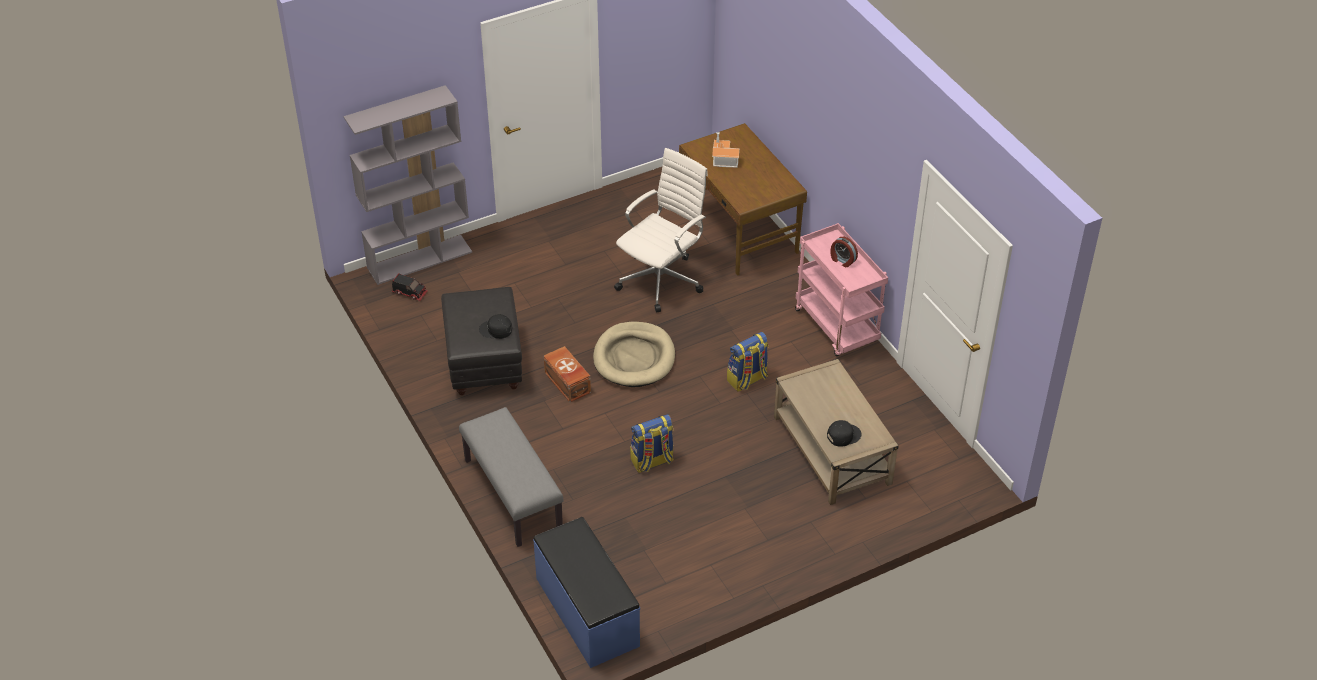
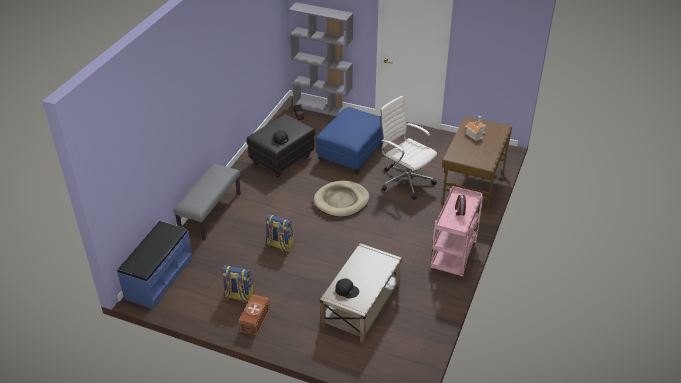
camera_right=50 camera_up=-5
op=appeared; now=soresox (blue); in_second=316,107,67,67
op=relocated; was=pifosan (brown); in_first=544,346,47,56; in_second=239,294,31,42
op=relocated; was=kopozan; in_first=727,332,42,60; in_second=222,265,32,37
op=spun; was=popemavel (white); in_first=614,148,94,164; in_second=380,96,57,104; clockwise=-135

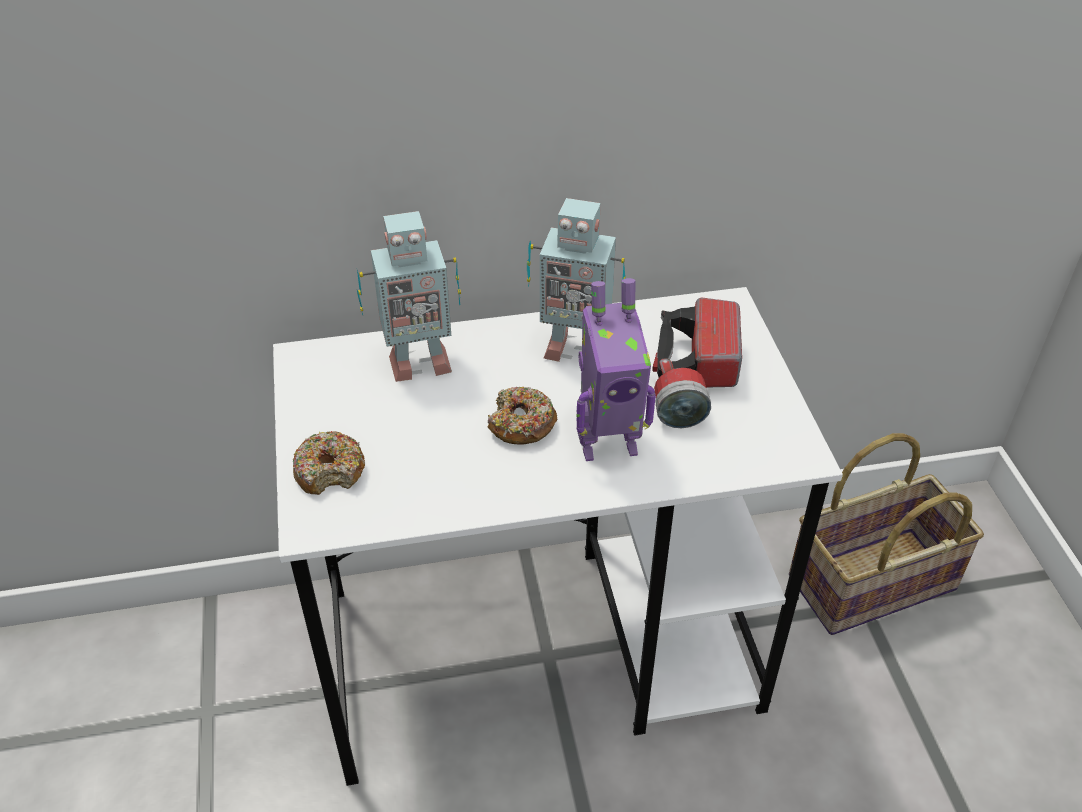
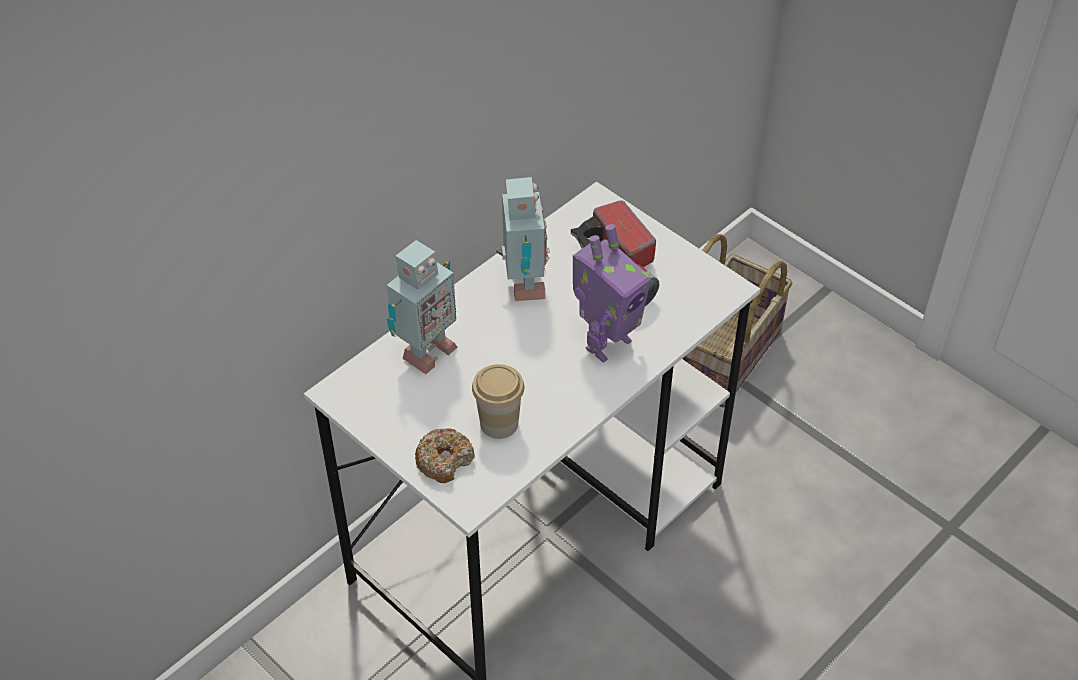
camera_right=-35 camera_up=5
op=missing; was=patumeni; in_first=488,387,69,57
op=appeared; now=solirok; in_second=472,364,52,75
op=spun; was=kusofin; in_first=527,198,99,164; in_second=496,177,54,124; clockwise=-75

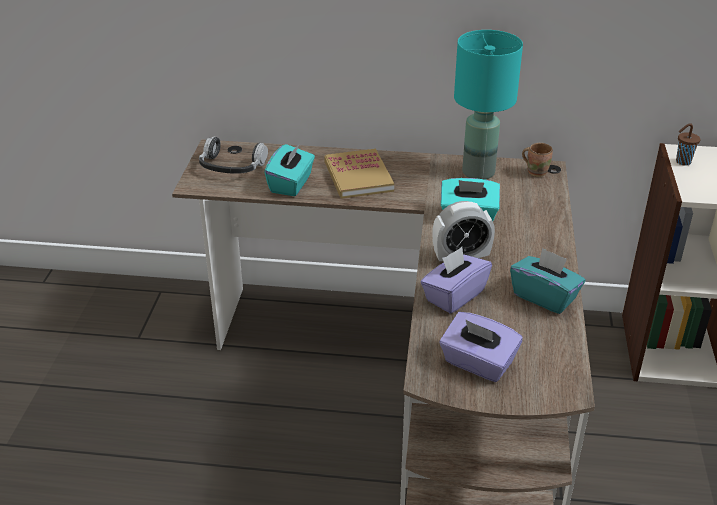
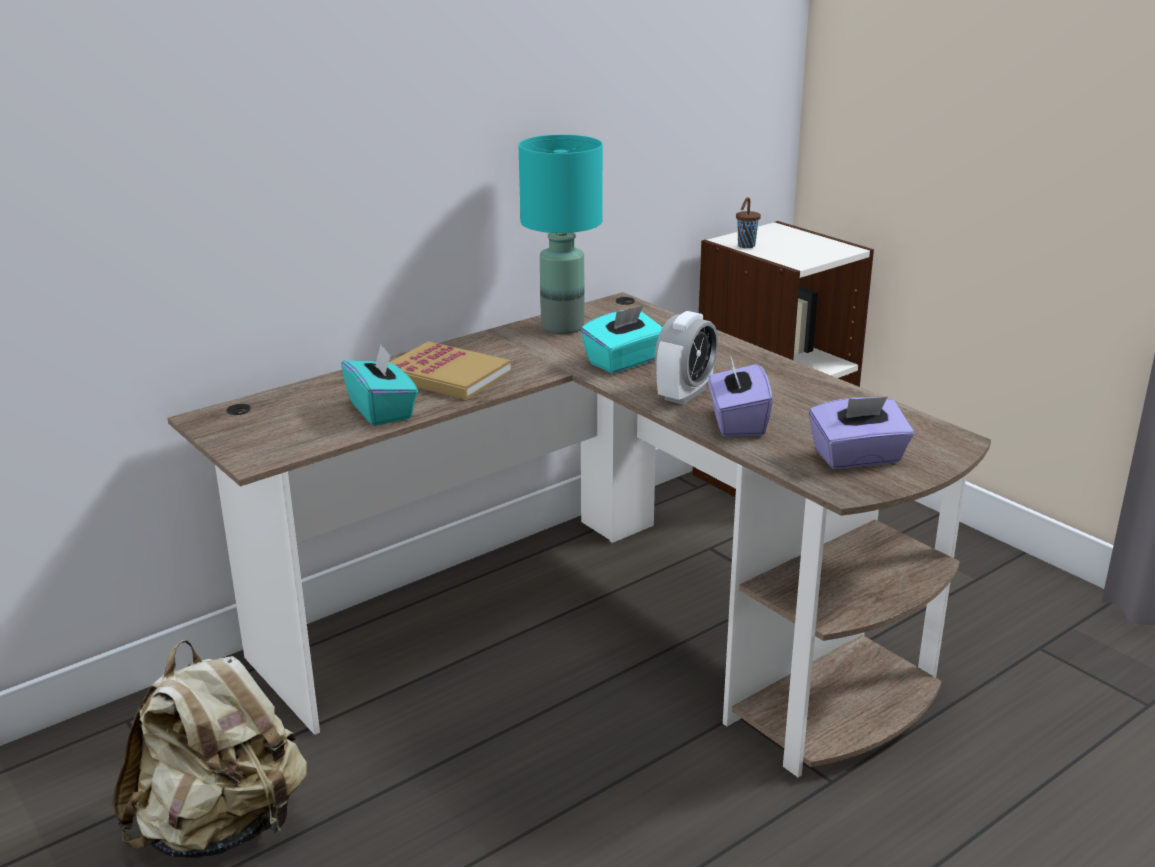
camera_right=-45 camera_up=-10
op=missing; was=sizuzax; in_first=199,137,69,37
op=missing; was=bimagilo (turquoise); in_first=510,248,75,66
op=missing; was=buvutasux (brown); in_first=522,143,31,34
op=appeared; now=kopozan (beige); in_second=112,640,195,218

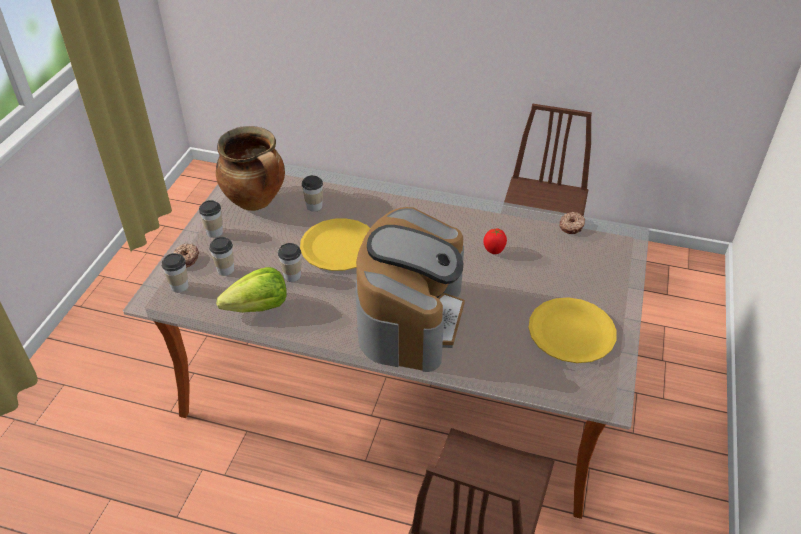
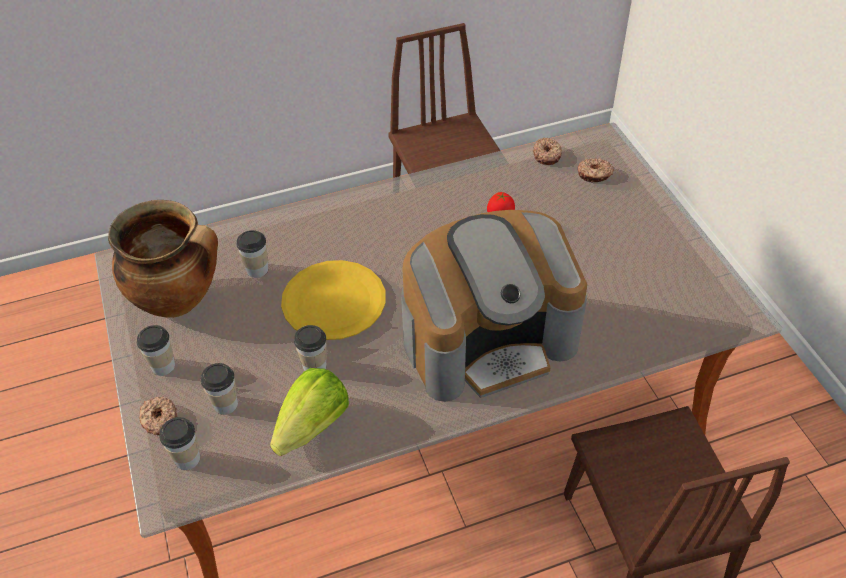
camera_right=-35 camera_up=5
op=missing; was=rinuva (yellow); in_first=528,298,89,65
op=appeared; now=patumeni; in_second=578,158,36,25
op=spun; was=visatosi; in_first=356,207,109,165; in_second=401,210,186,192; clockwise=90

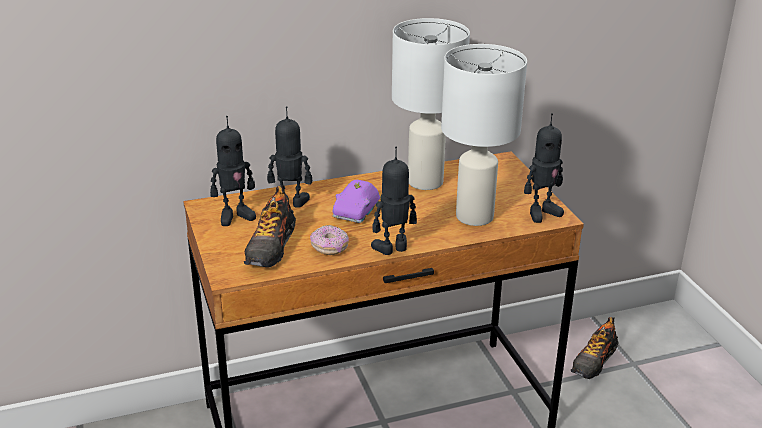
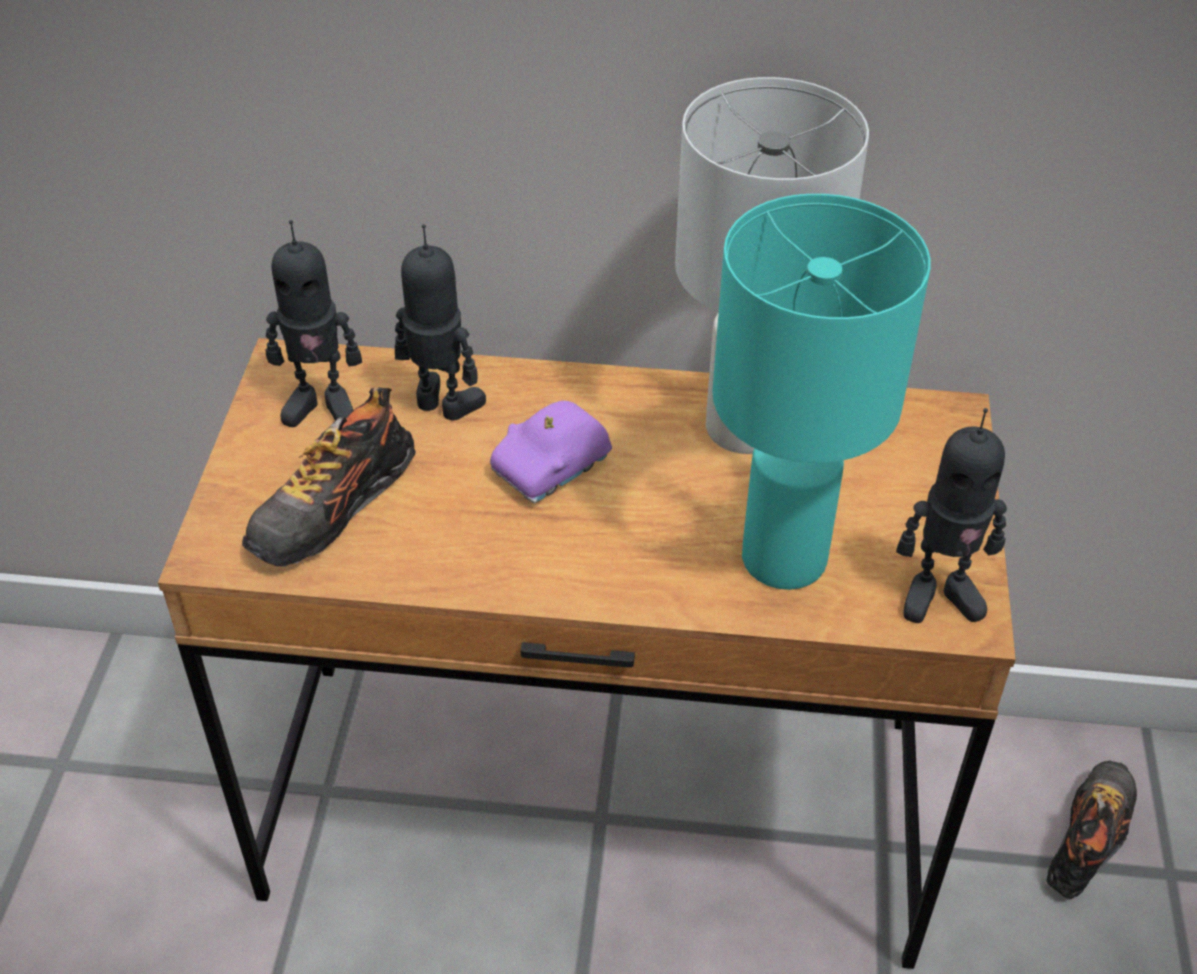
camera_right=25 camera_up=15
op=missing; was=patumeni; in_first=310,225,39,30
op=missing; was=kusofin; in_first=371,147,46,108
op=colour; was=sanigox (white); now=sanigox (turquoise); in_first=441,44,86,182; in_second=712,194,219,396
op=spun; was=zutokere; in_first=571,317,48,62; in_second=1046,760,91,139; clockwise=150

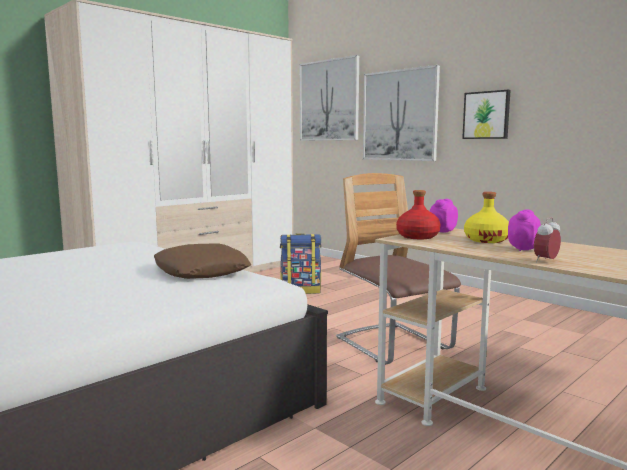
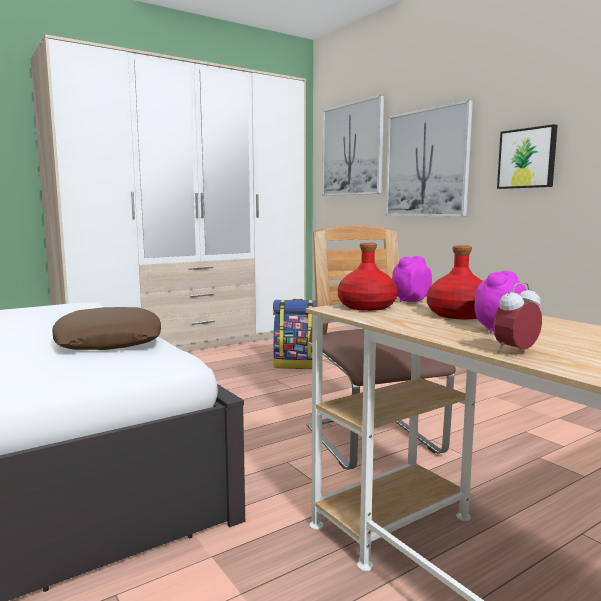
camera_right=10 camera_up=0
op=colour; was=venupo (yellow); now=venupo (red); in_first=464,192,45,51; in_second=427,245,56,74

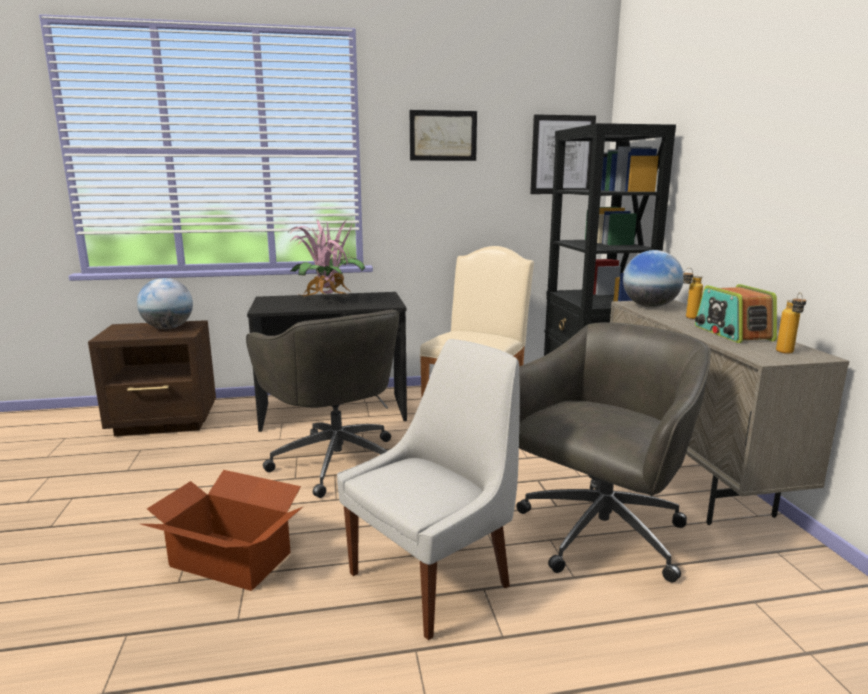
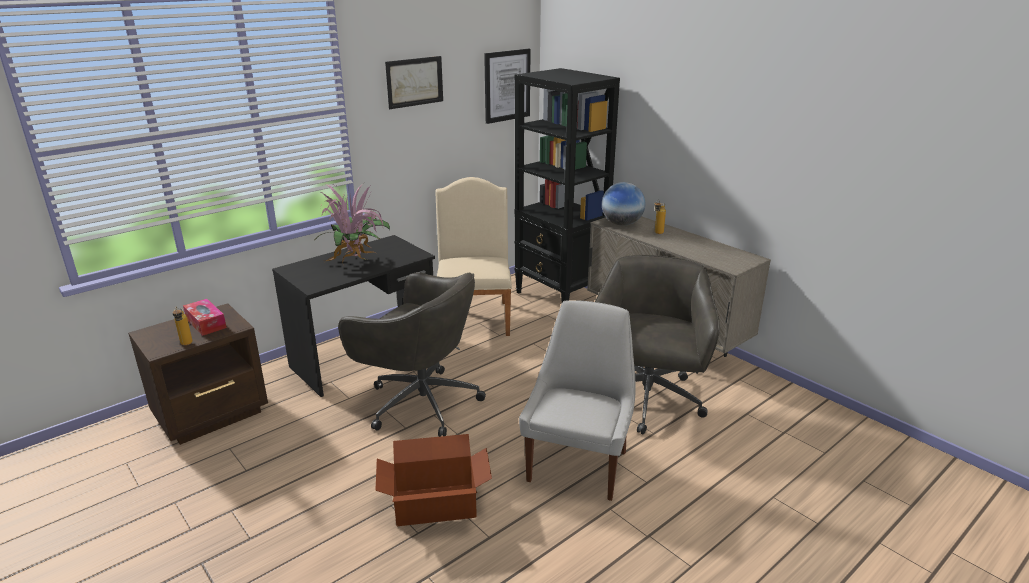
camera_right=-30 camera_up=10
op=missing; was=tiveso; in_first=695,284,82,59
op=relocated; was=venupo; in_first=776,292,30,62; in_second=172,307,21,38
op=exchanged; was=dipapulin; now=bimagilo; in_first=137,278,56,51; in_second=183,299,44,37

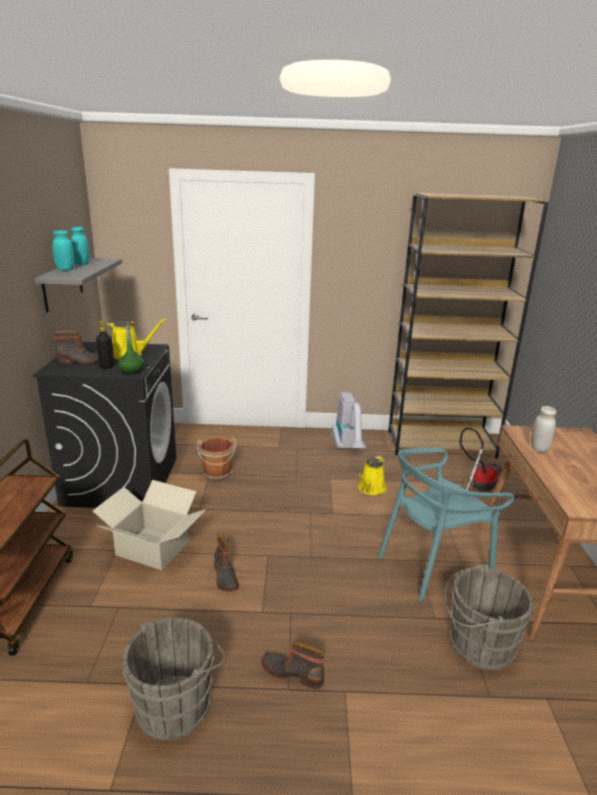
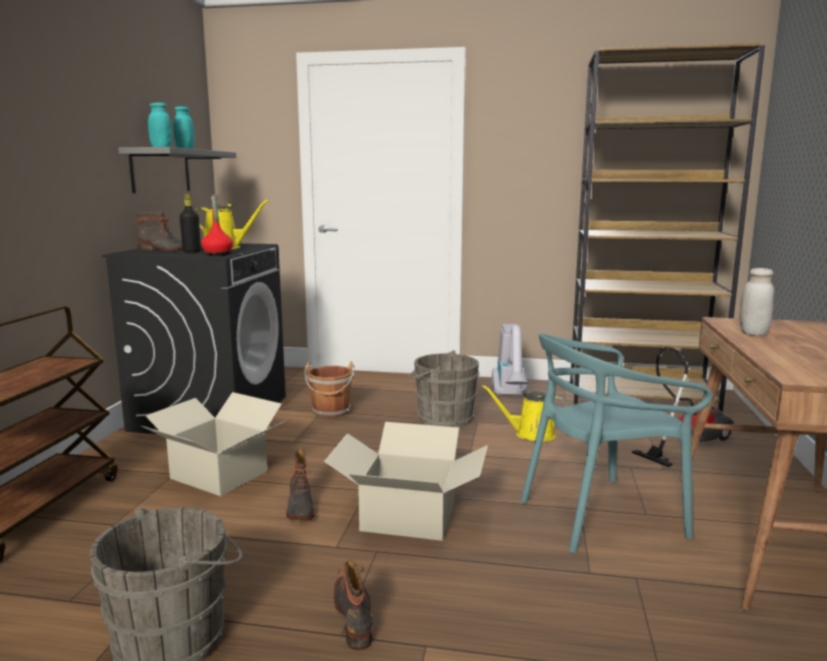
camera_right=10 camera_up=-10
op=appeared; now=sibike; in_second=324,422,164,119
op=relocated; was=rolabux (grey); in_first=444,564,89,106; in_second=407,350,73,77
op=colour; was=venupo (green); now=venupo (red); in_first=118,324,26,50; in_second=201,194,32,61
op=spun; was=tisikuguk; in_first=261,641,64,48; in_second=334,560,39,90; clockwise=45
op=spun; was=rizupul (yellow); in_first=357,455,29,40; in_second=481,385,86,57; clockwise=60

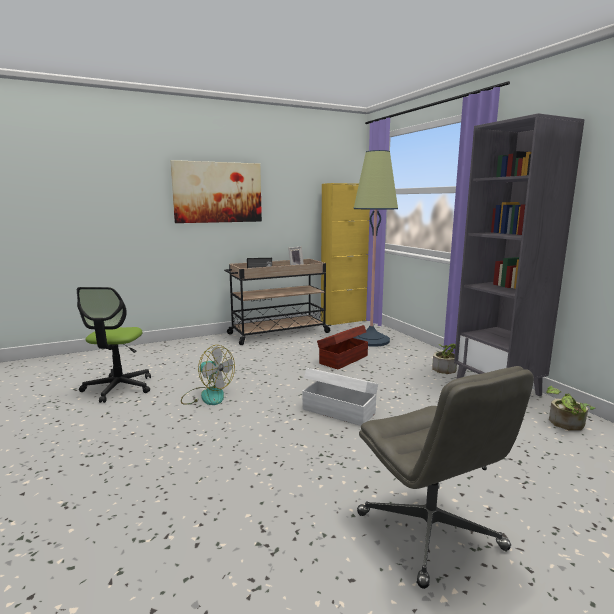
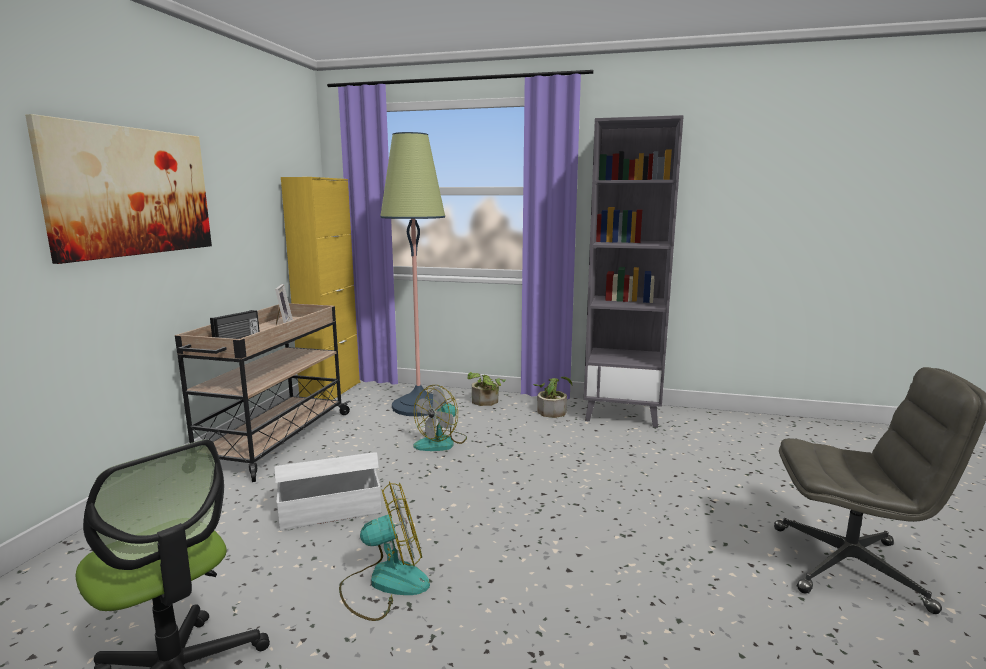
camera_right=-50 camera_up=0
op=relocated; was=pifosan (white); in_first=303,368,75,58; in_second=274,453,107,77
op=relocated; was=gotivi; in_first=546,386,49,45; in_second=467,372,39,34
op=exchanged; was=pifosan (brown); now=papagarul; in_first=317,325,51,44; in_second=414,385,53,66

